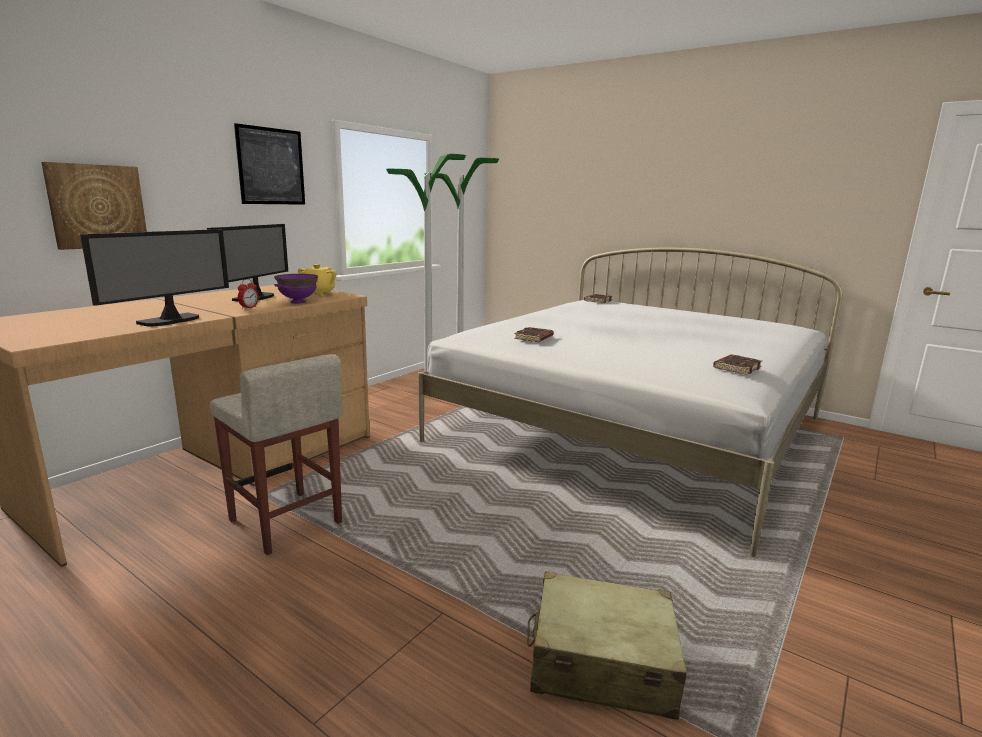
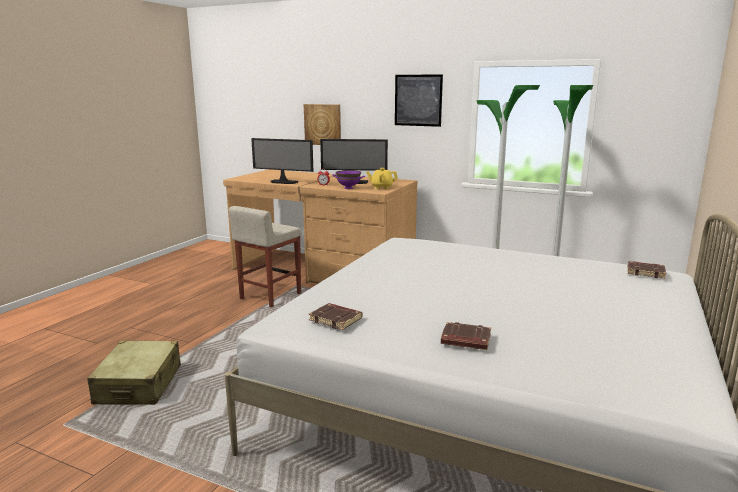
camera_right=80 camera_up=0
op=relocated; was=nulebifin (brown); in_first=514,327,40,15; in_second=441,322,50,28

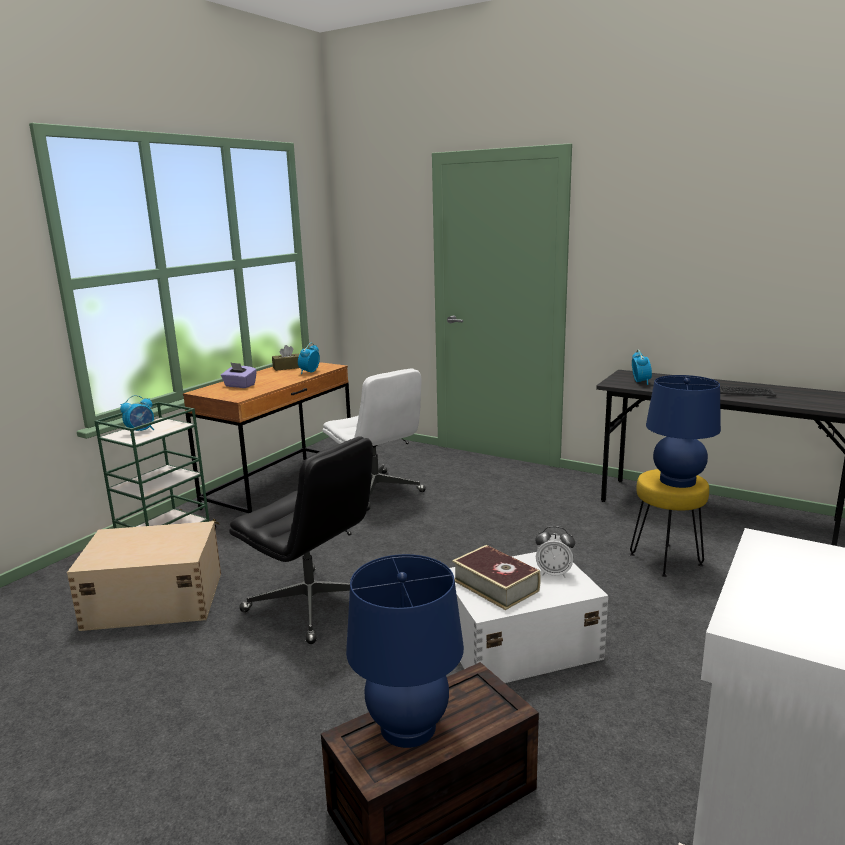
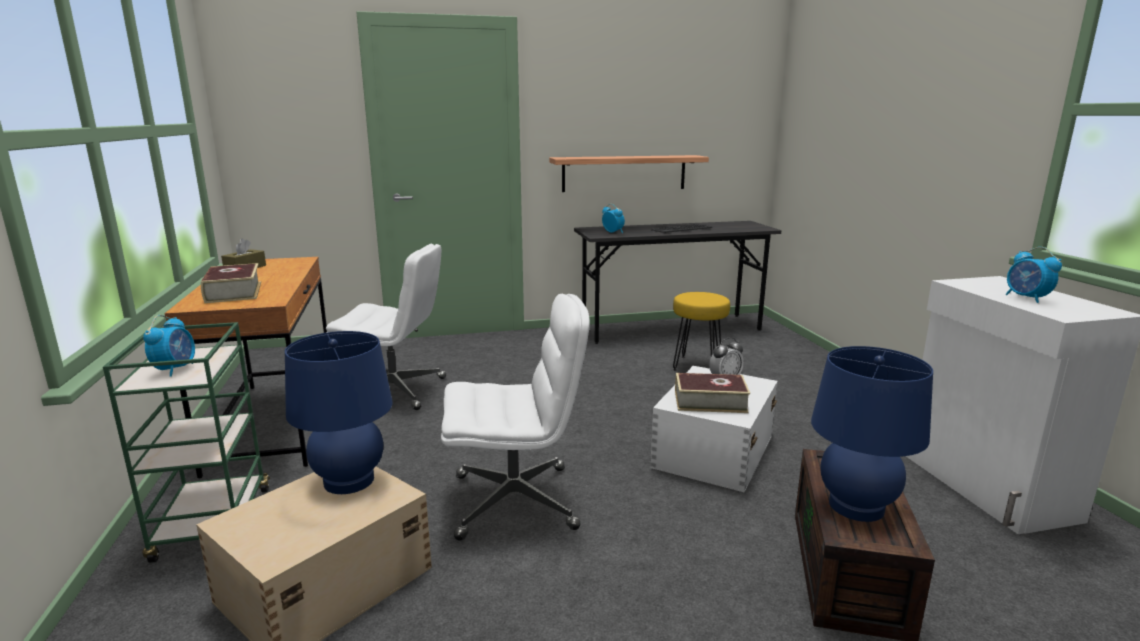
camera_right=-45 camera_up=0
op=appeared; now=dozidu; in_second=549,155,160,37
op=relocated; was=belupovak; in_first=298,343,22,31; in_second=1006,247,56,56
op=relocated; was=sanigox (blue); in_first=646,375,75,113; in_second=285,331,108,163
op=exchanged; was=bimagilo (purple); now=nulebifin; in_first=221,362,36,26; in_second=201,263,60,40
op=colour; was=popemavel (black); now=popemavel (white); in_first=229,436,144,208; in_second=441,294,149,247

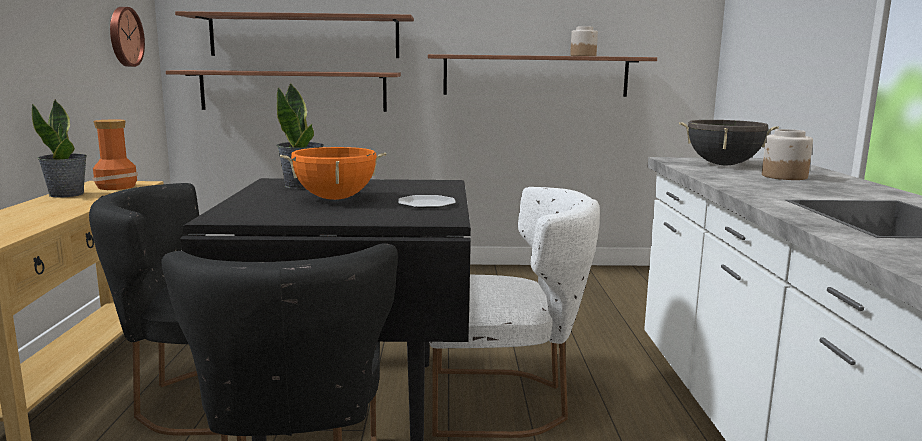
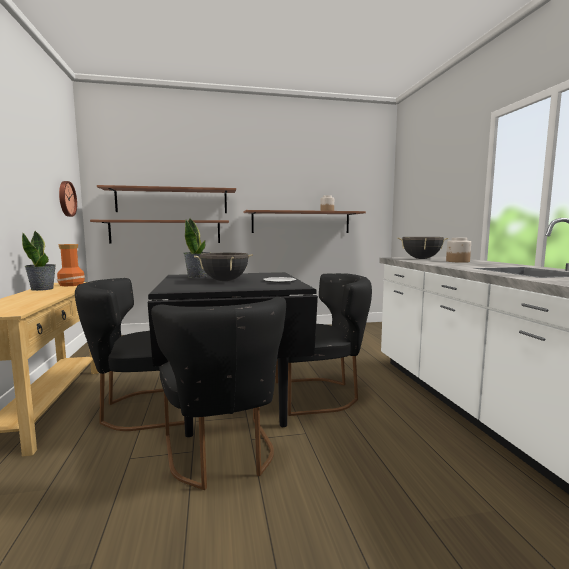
camera_right=-10 camera_up=-5
op=colour; was=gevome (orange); now=gevome (black); in_first=280,147,106,53; in_second=194,253,59,28
op=colour; was=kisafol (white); now=kisafol (black); in_first=429,187,171,251; in_second=275,273,97,143

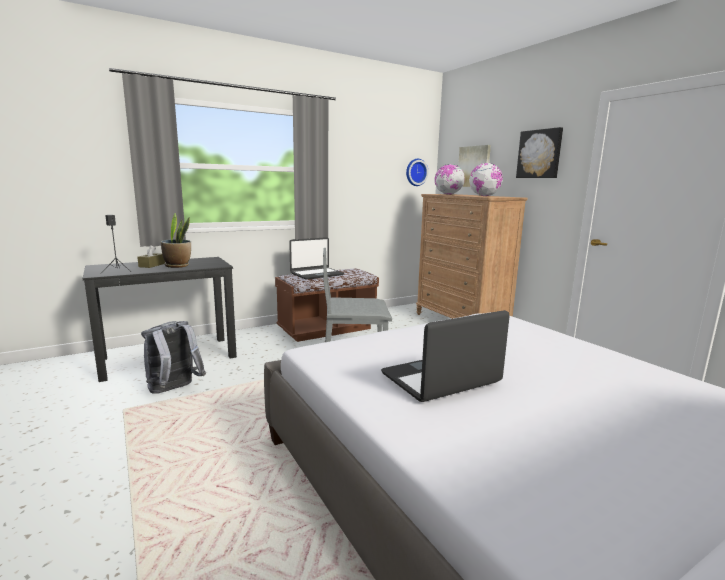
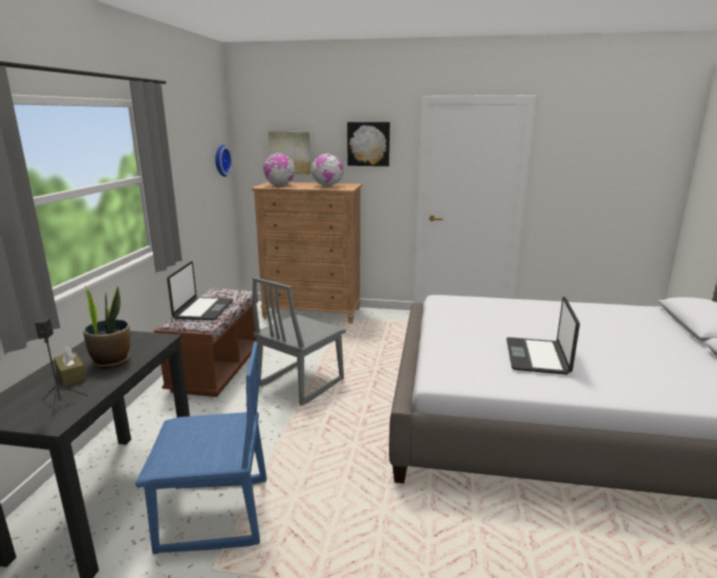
camera_right=-50 camera_up=5
op=exchanged; was=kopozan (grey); now=kisafol (blue); in_first=141,321,65,73; in_second=135,342,132,212

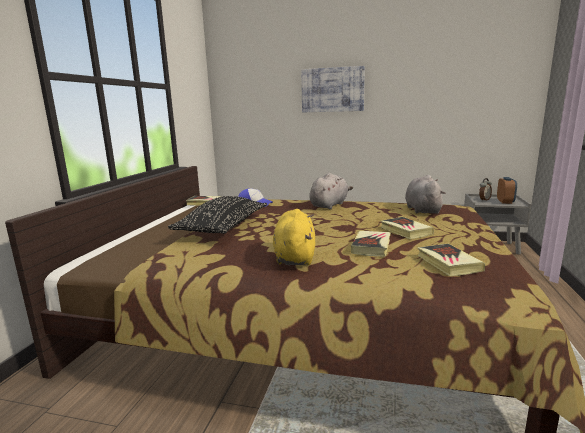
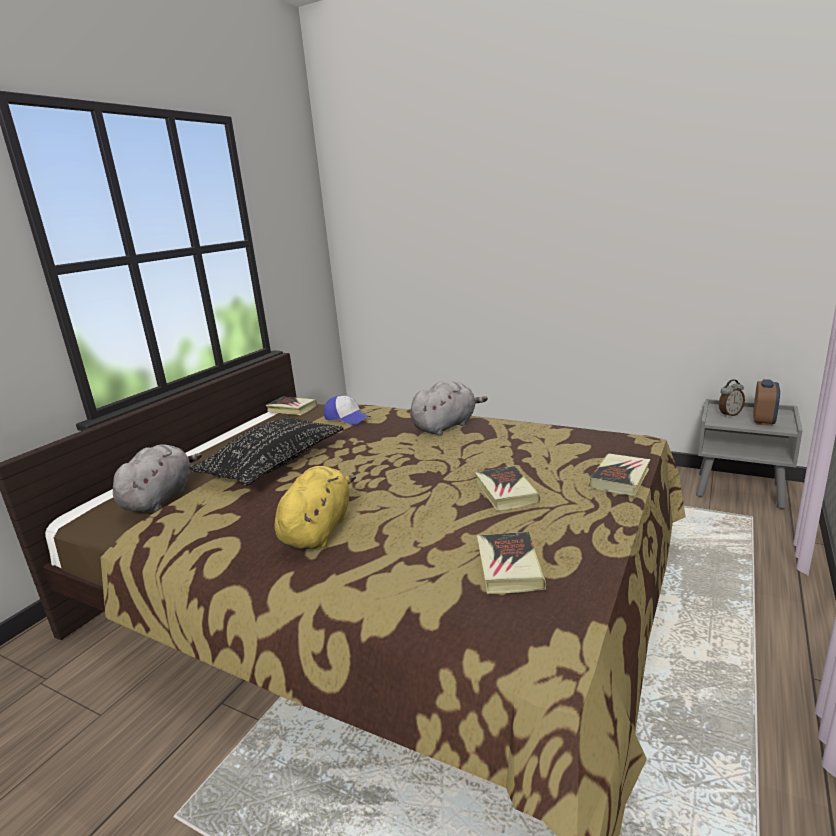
camera_right=15 camera_up=5
op=missing; was=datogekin; in_first=301,66,64,46
op=relocated; was=nulebifin; in_first=351,231,40,26; in_second=590,454,60,42
op=relocated; was=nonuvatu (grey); in_first=405,175,41,39; in_second=113,444,89,68

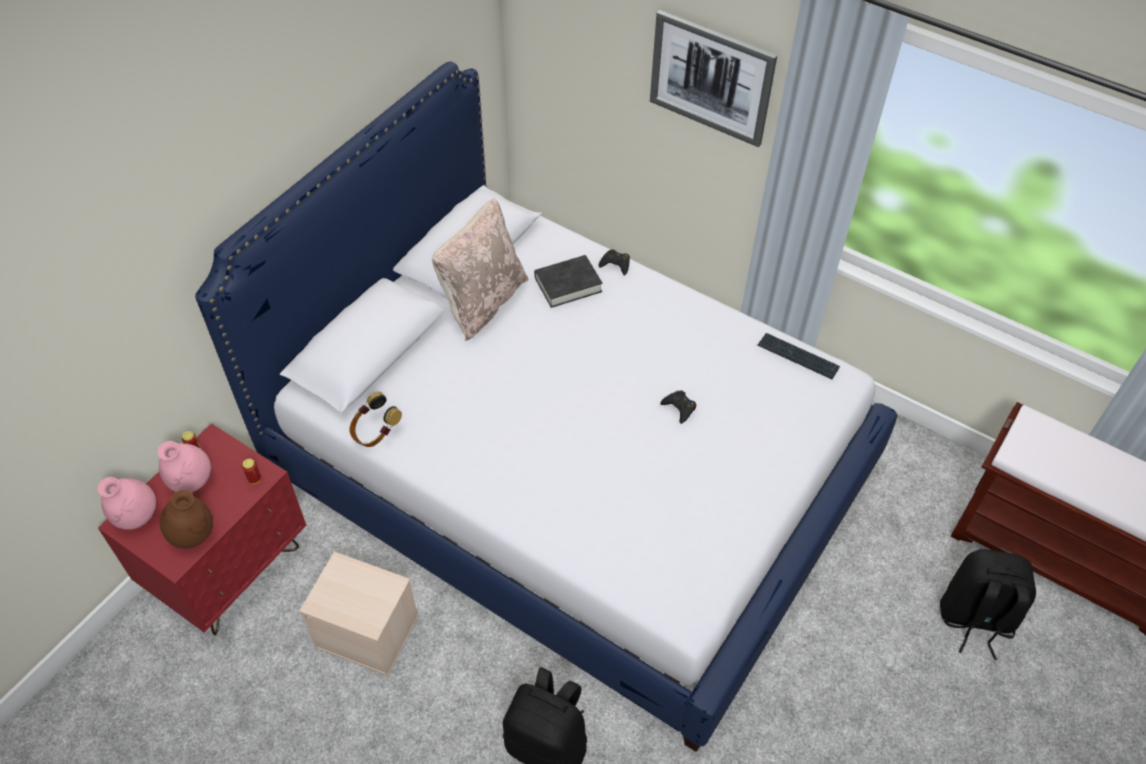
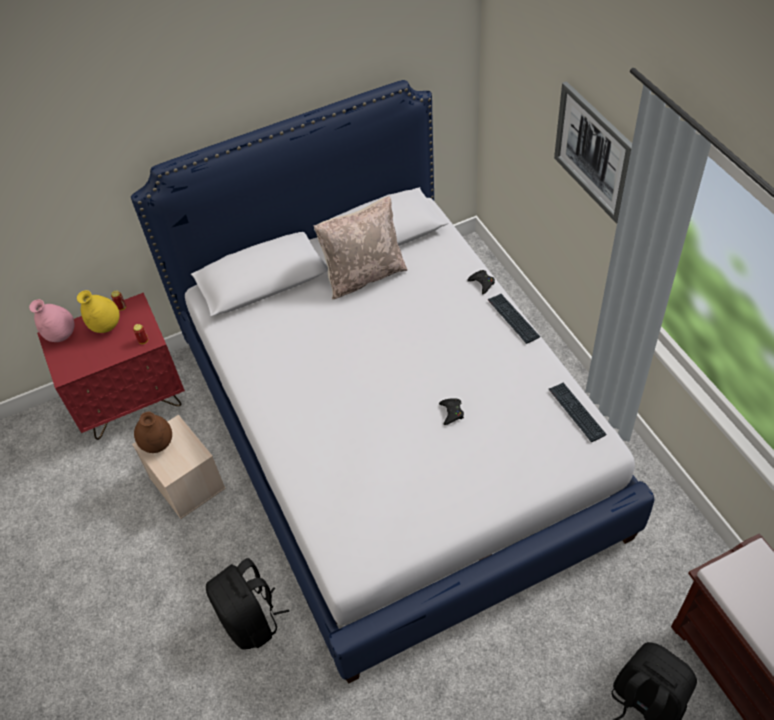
camera_right=35 camera_up=0
op=missing; was=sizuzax; in_first=349,392,53,55
op=missing; was=nulebifin (black); in_first=534,255,68,53
op=appeared; now=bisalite; in_second=488,294,52,50
op=relocated; was=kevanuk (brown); in_first=160,490,53,58; in_second=134,412,38,41
op=colour; was=kevanuk (pink); now=kevanuk (yellow); in_first=158,441,53,52; in_second=77,290,43,43

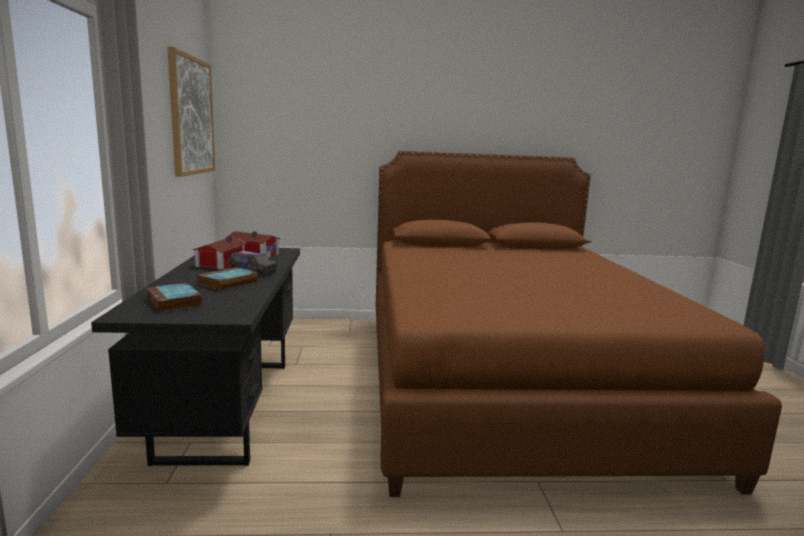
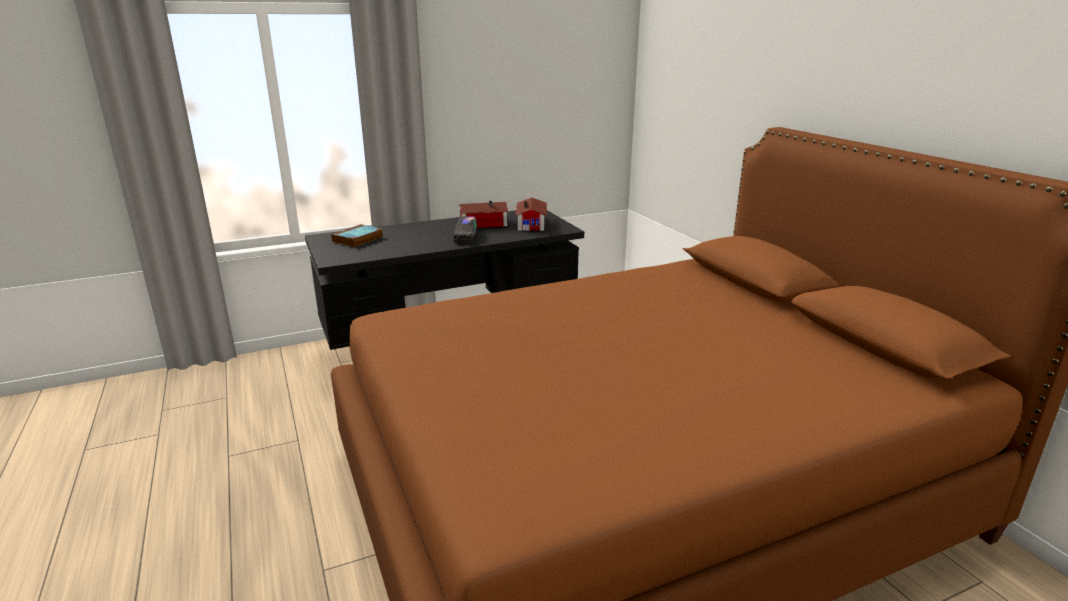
camera_right=70 camera_up=10
op=missing; was=datogekin; in_first=167,47,48,130
op=missing; was=nulebifin; in_first=198,267,60,24

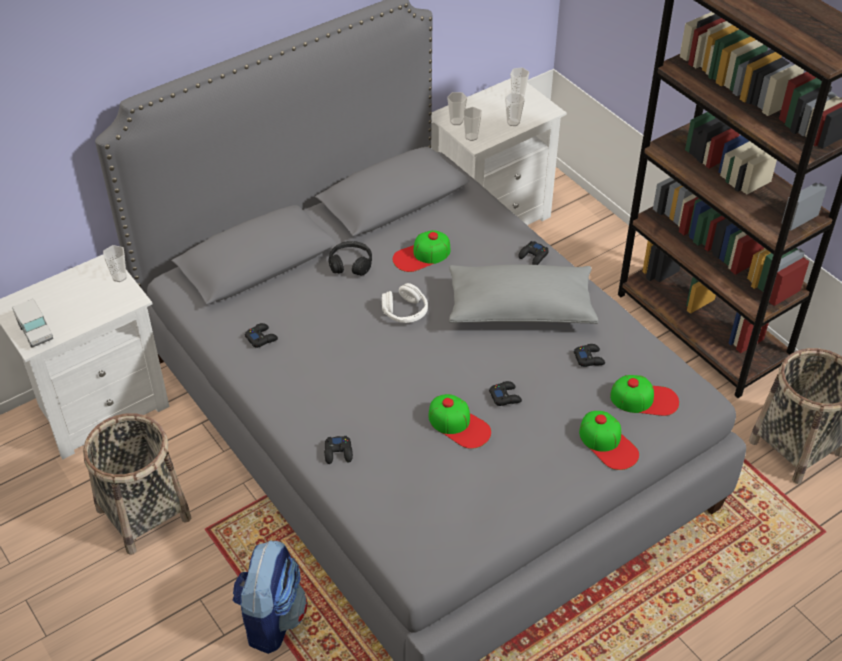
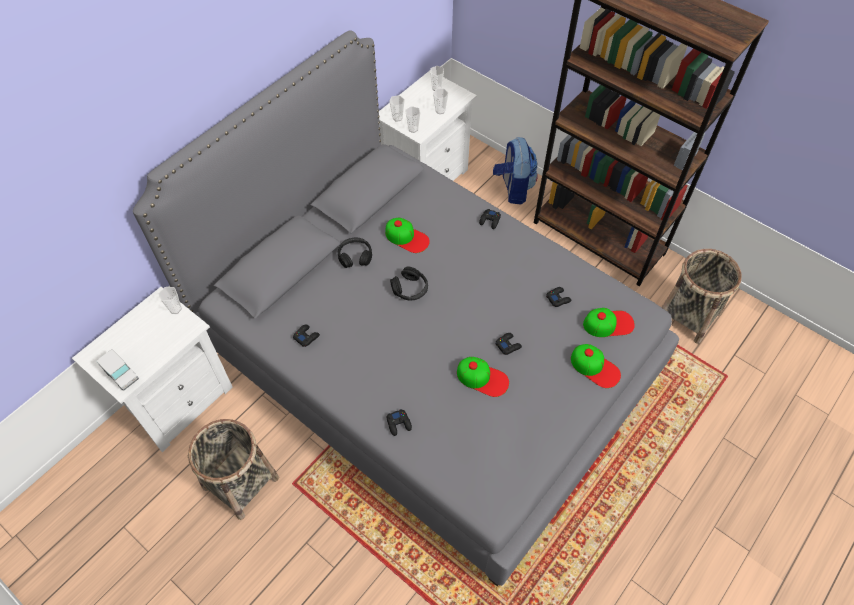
camera_right=-15 camera_up=10
op=missing; was=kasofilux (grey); in_first=449,265,149,59
op=relocated; was=kopozan; in_first=232,540,76,114; in_second=493,137,45,67
op=colour; was=sizuzax (white); now=sizuzax (black); in_first=382,283,46,40; in_second=390,266,38,35
op=spun; was=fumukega; in_first=393,230,58,42; in_second=385,218,45,35; clockwise=-105

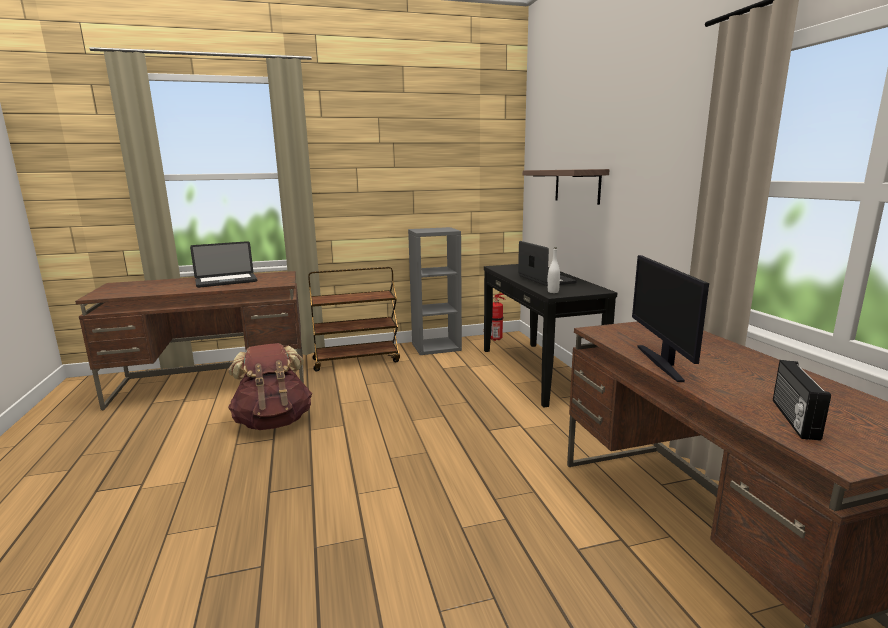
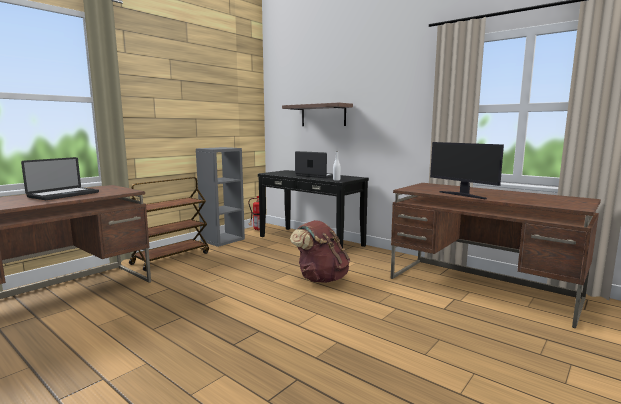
camera_right=-35 camera_up=-5
op=missing; was=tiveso; in_first=773,360,58,81
op=relocated; was=kopozan (brown); in_first=228,343,84,87; in_second=290,220,60,63

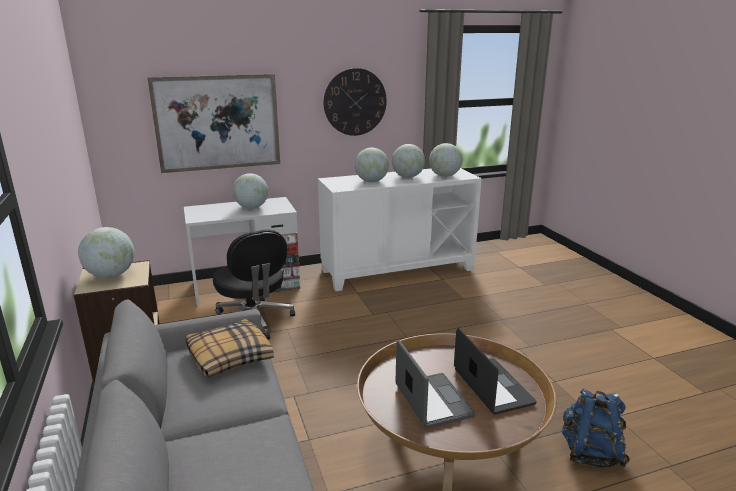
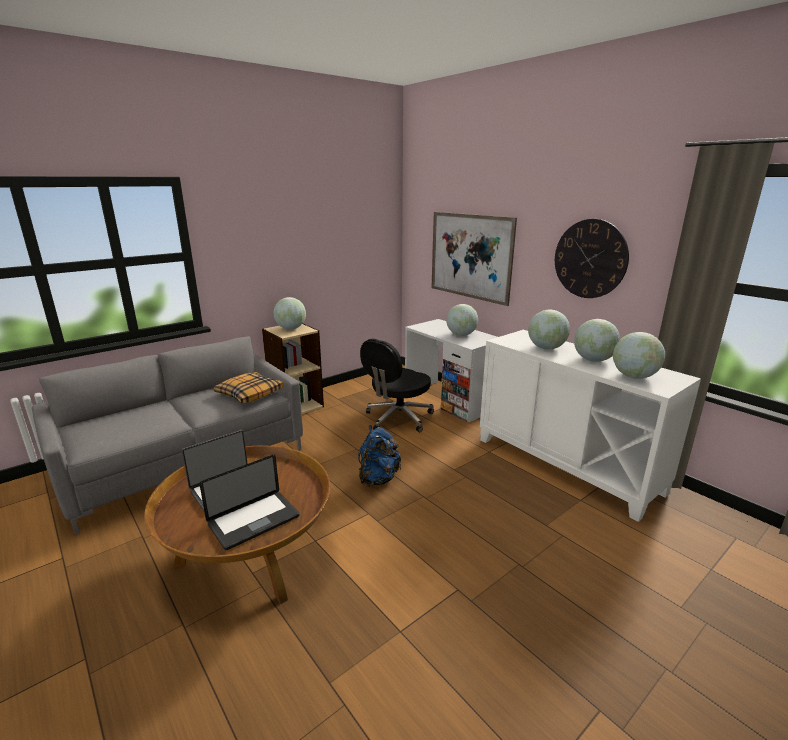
camera_right=70 camera_up=0
op=relocated; was=kopozan (blue); in_first=562,389,68,79; in_second=358,425,43,62

